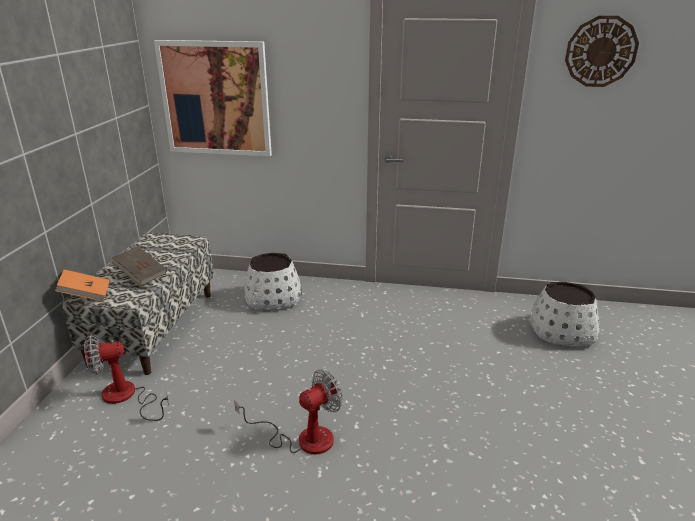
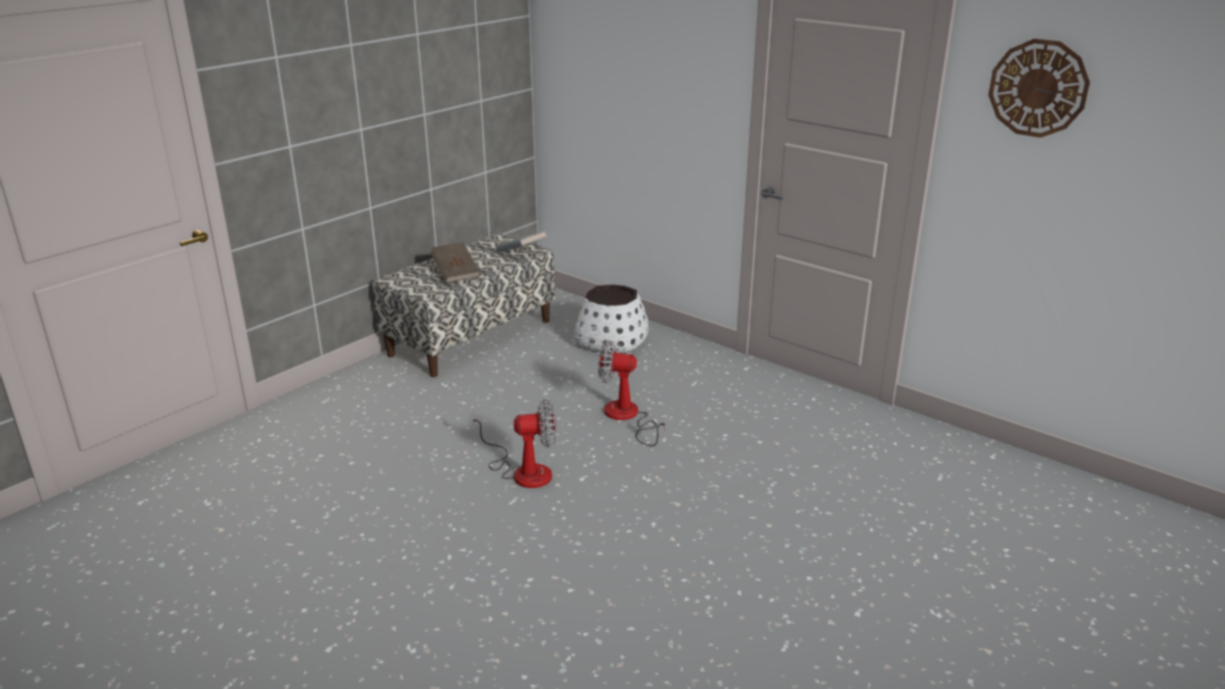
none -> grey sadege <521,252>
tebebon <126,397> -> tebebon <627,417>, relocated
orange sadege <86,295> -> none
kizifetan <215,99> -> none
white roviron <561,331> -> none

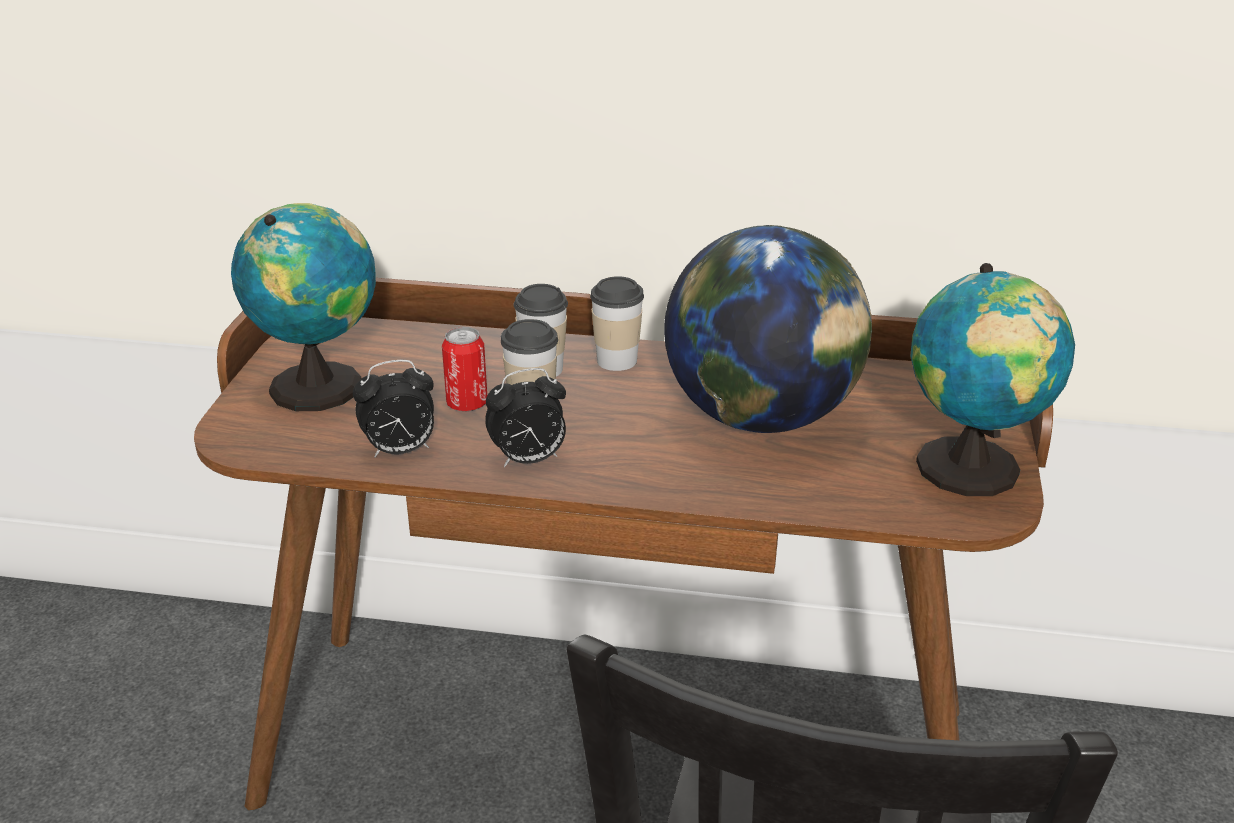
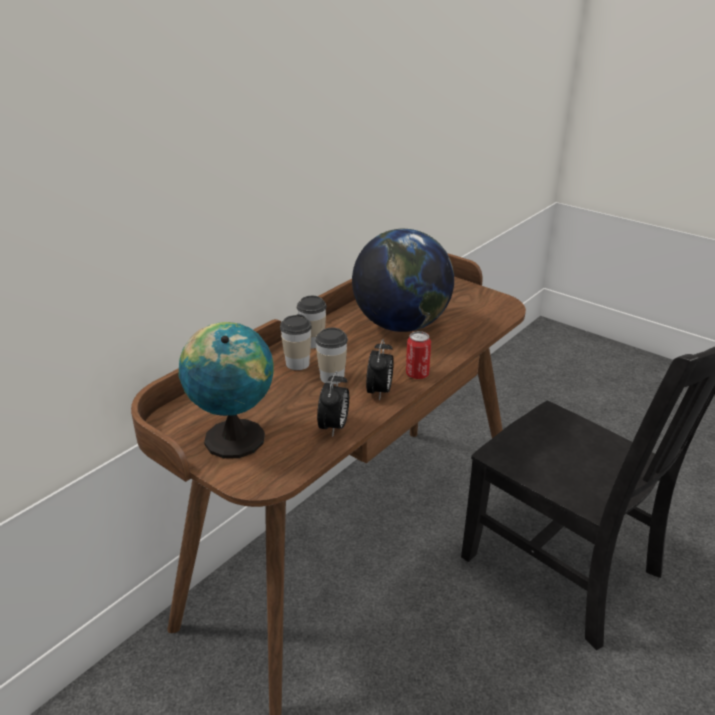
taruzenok <467,404> -> taruzenok <417,374>, relocated
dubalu <972,472> -> none

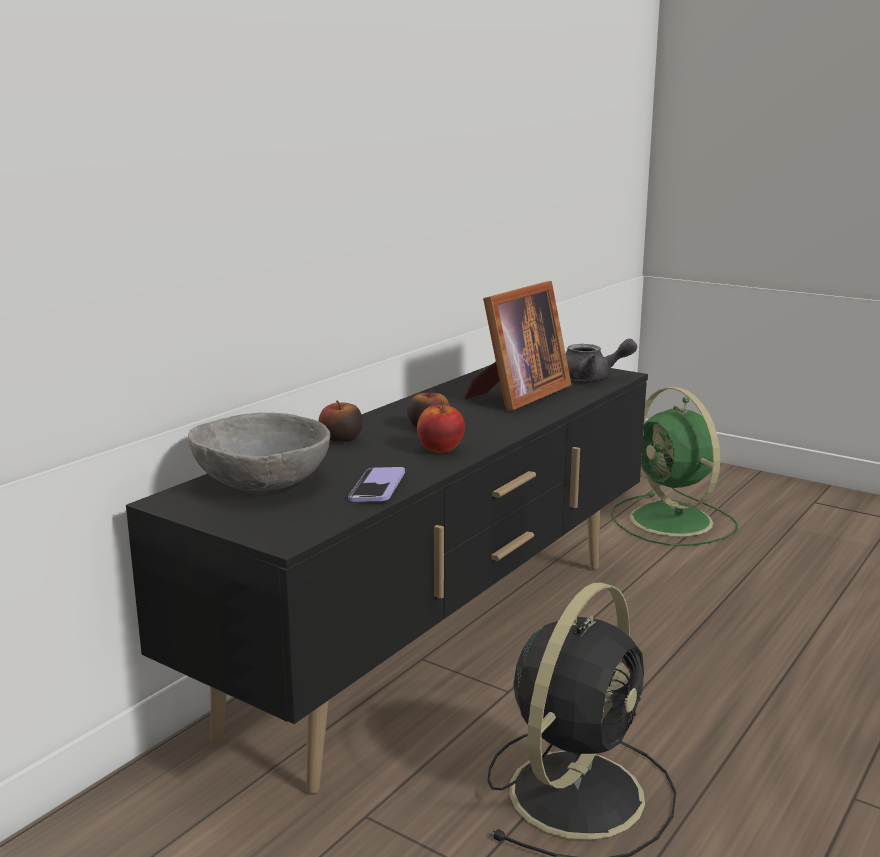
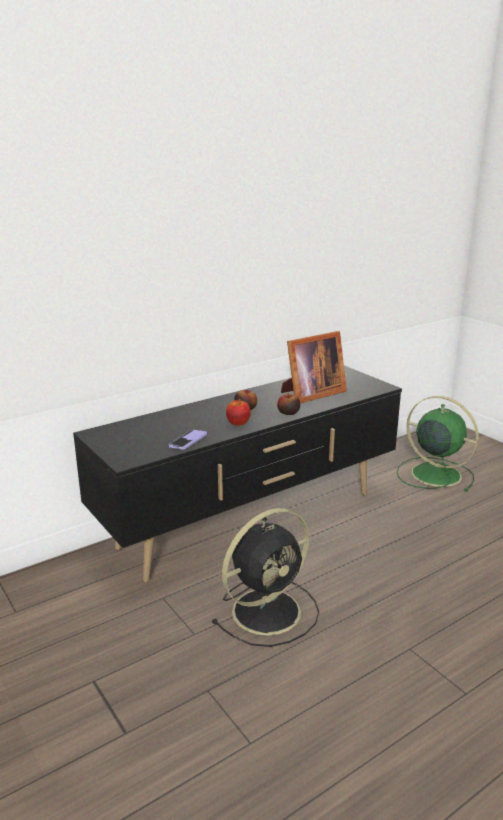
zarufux <341,439> -> zarufux <288,413>, relocated
green tebebon <673,522> -> green tebebon <433,474>, 135 degrees clockwise
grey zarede <261,481> -> none
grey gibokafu <591,377> -> none

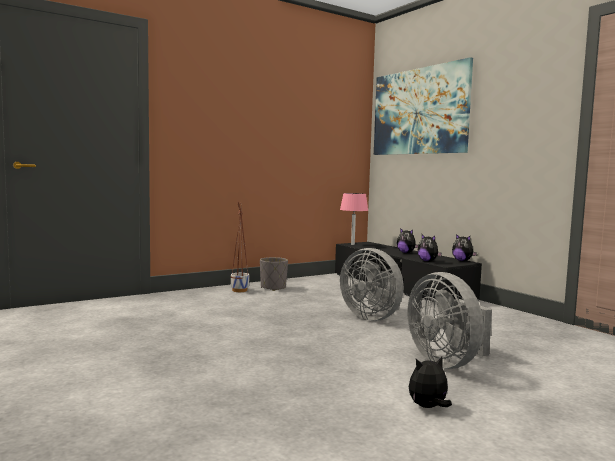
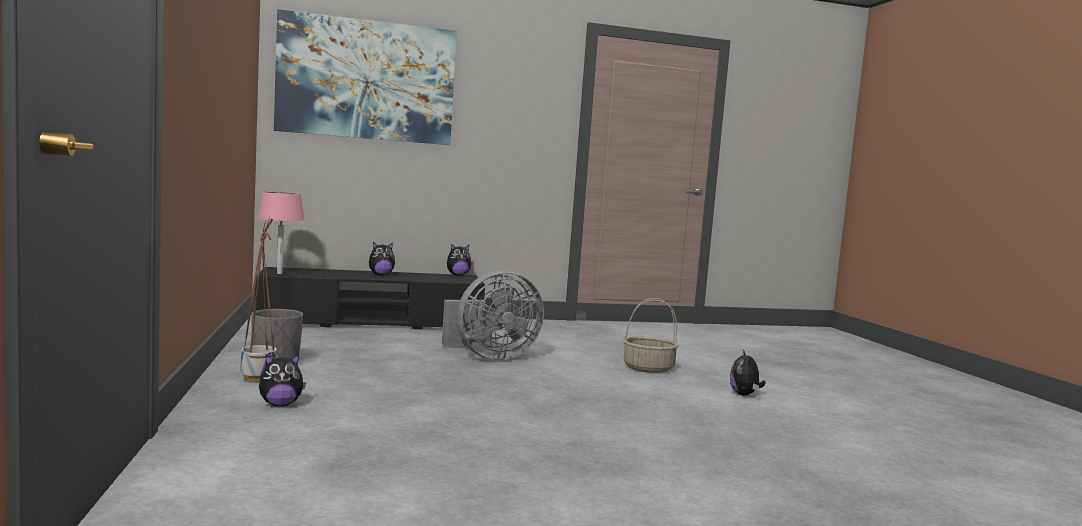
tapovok <428,261> -> tapovok <280,404>, relocated
grey tebebon <447,362> -> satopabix <648,368>

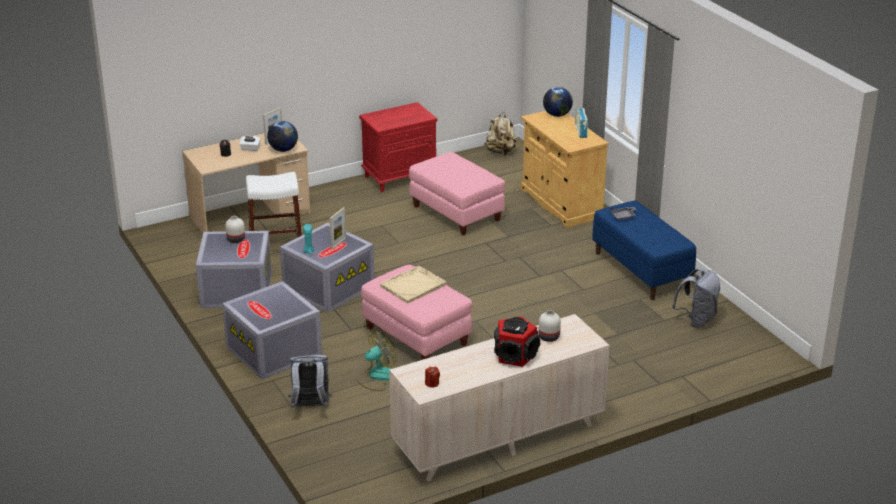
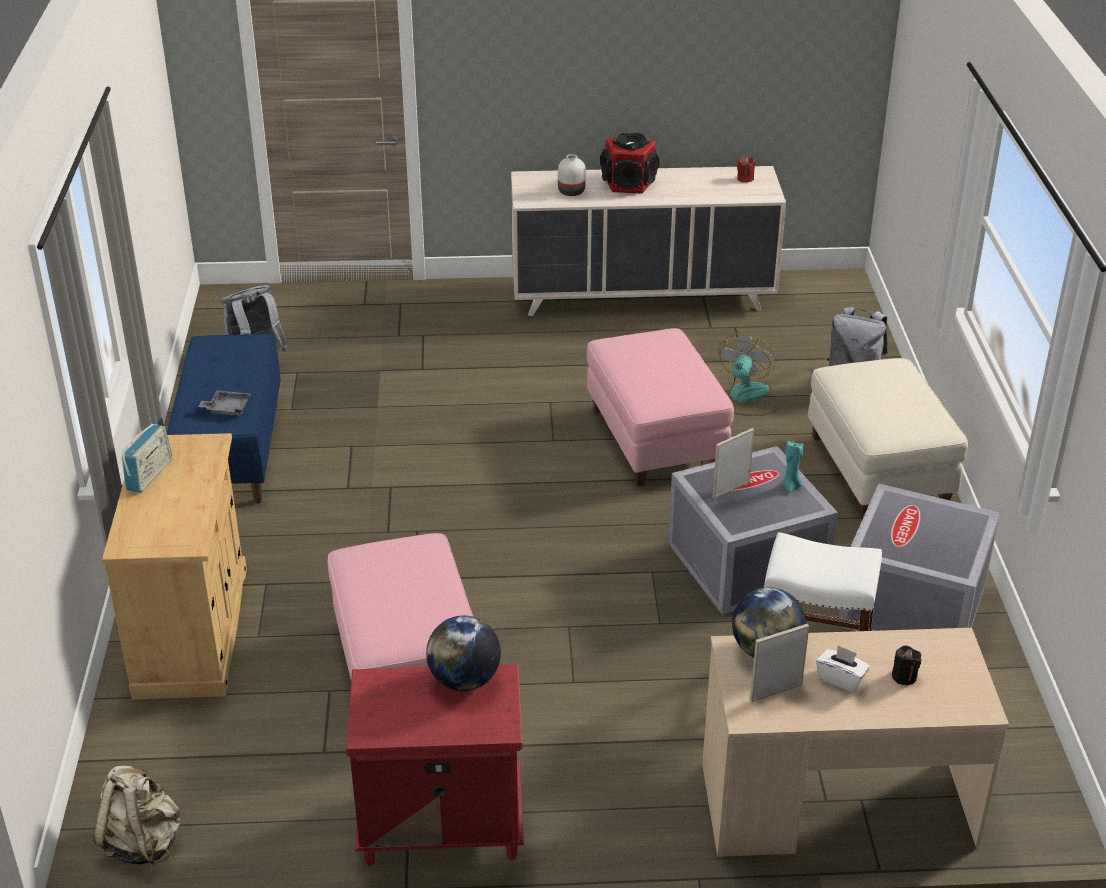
dubalu <557,115> -> dubalu <464,680>, relocated
tebebon <377,377> -> tebebon <746,398>, 120 degrees clockwise
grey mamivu <275,351> -> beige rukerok <877,472>
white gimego <236,239> -> none
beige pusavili <413,285> -> none

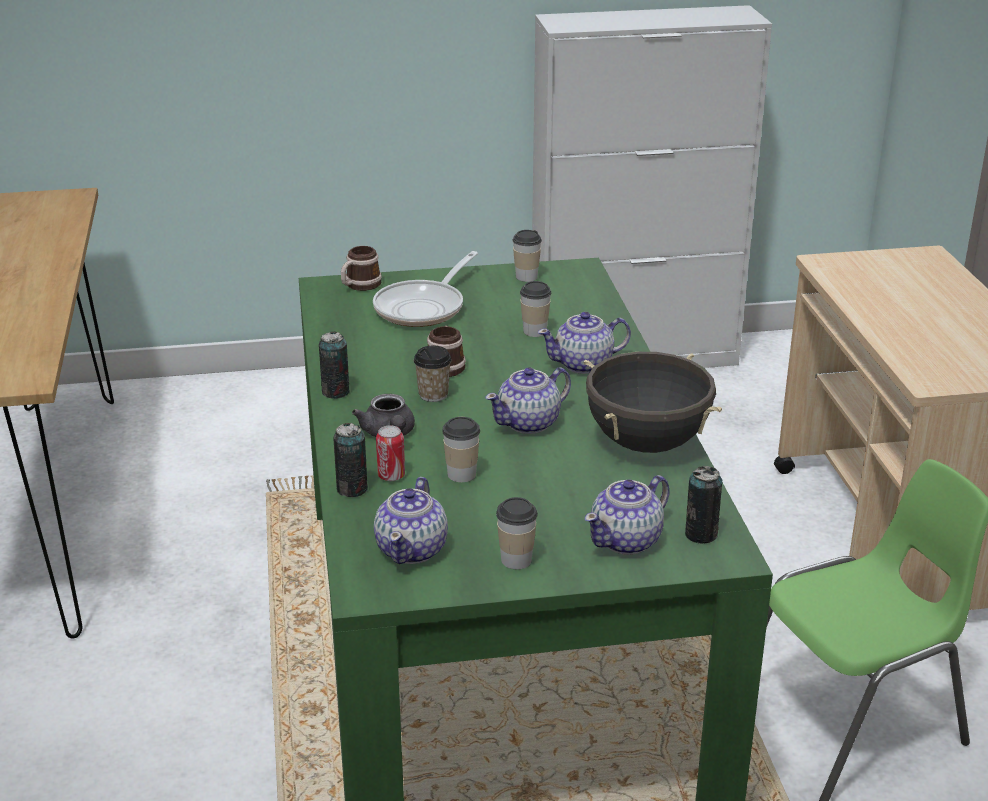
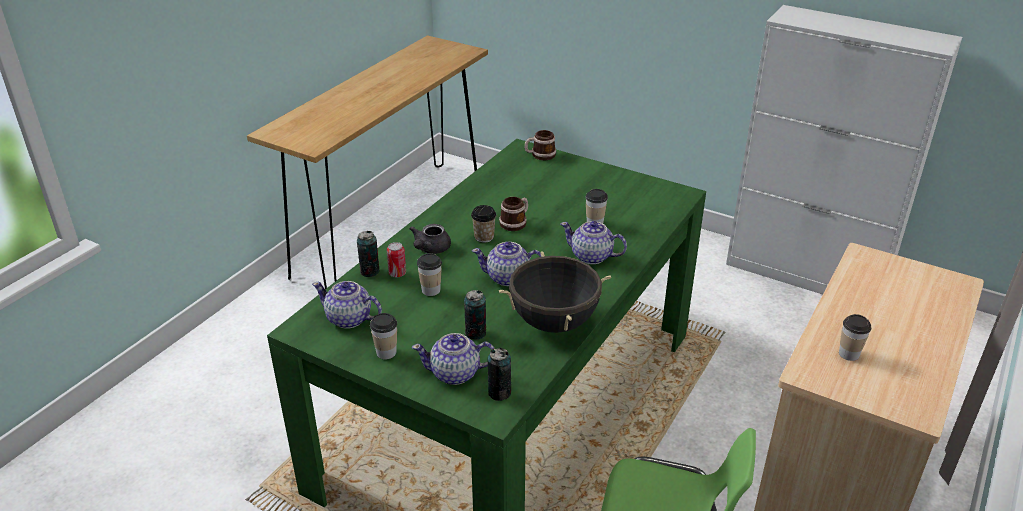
gibokafu <412,549> -> gibokafu <349,319>, 60 degrees clockwise
taruzenok <335,392> -> taruzenok <475,333>, relocated
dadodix <526,277> -> dadodix <849,354>, relocated
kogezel <424,307> -> none

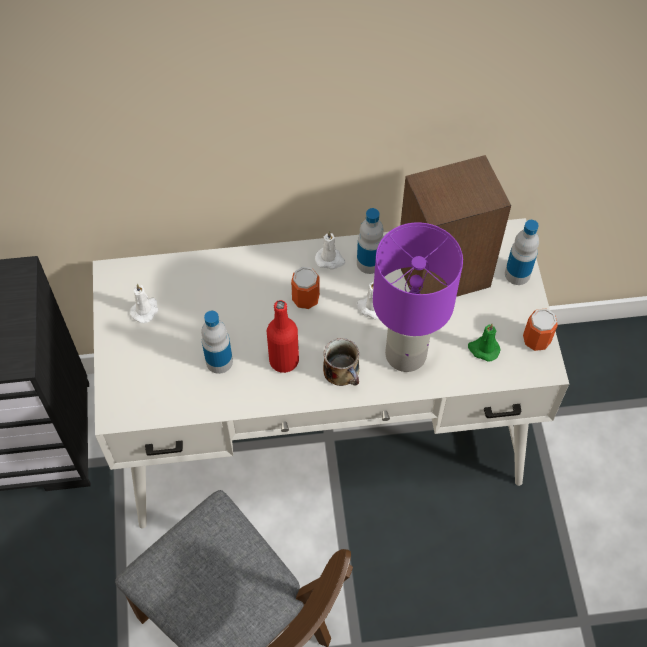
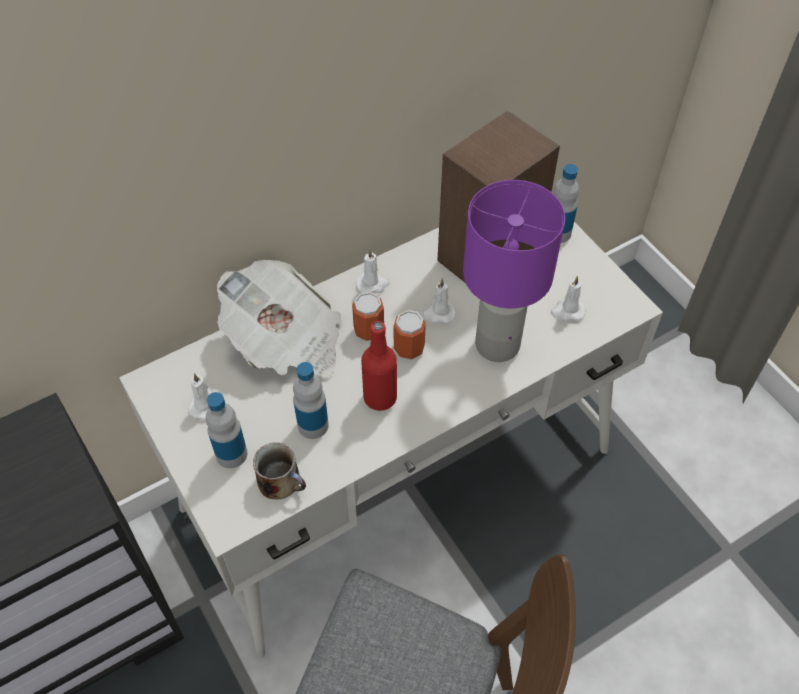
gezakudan <369,263> -> gezakudan <231,454>, relocated
none -> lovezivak <286,341>
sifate <343,372> -> sifate <281,481>, relocated
taruzenok <536,340> -> taruzenok <409,348>, relocated
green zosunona <483,349> -> white zosunona <567,311>

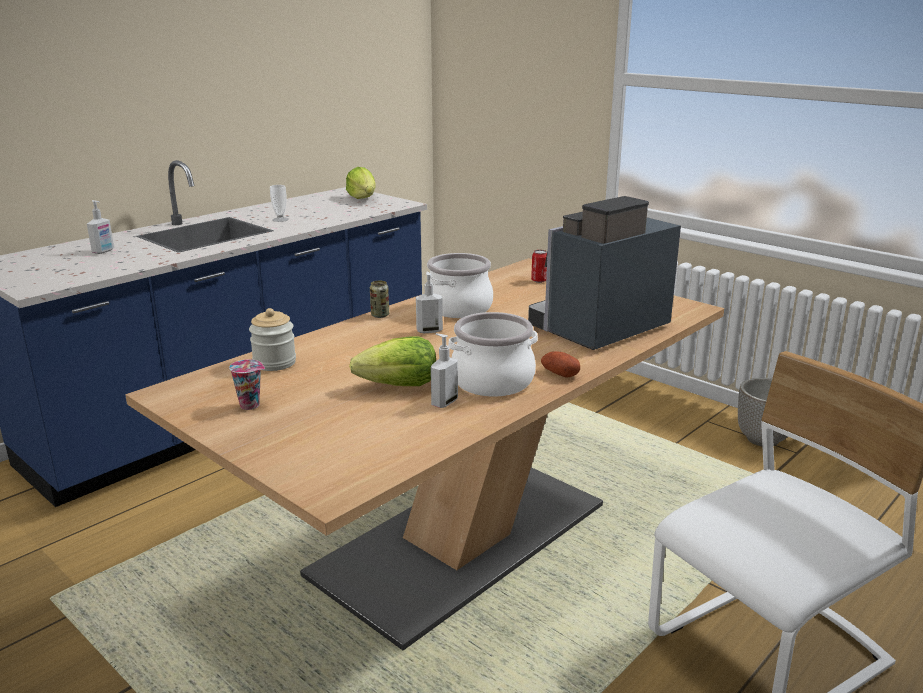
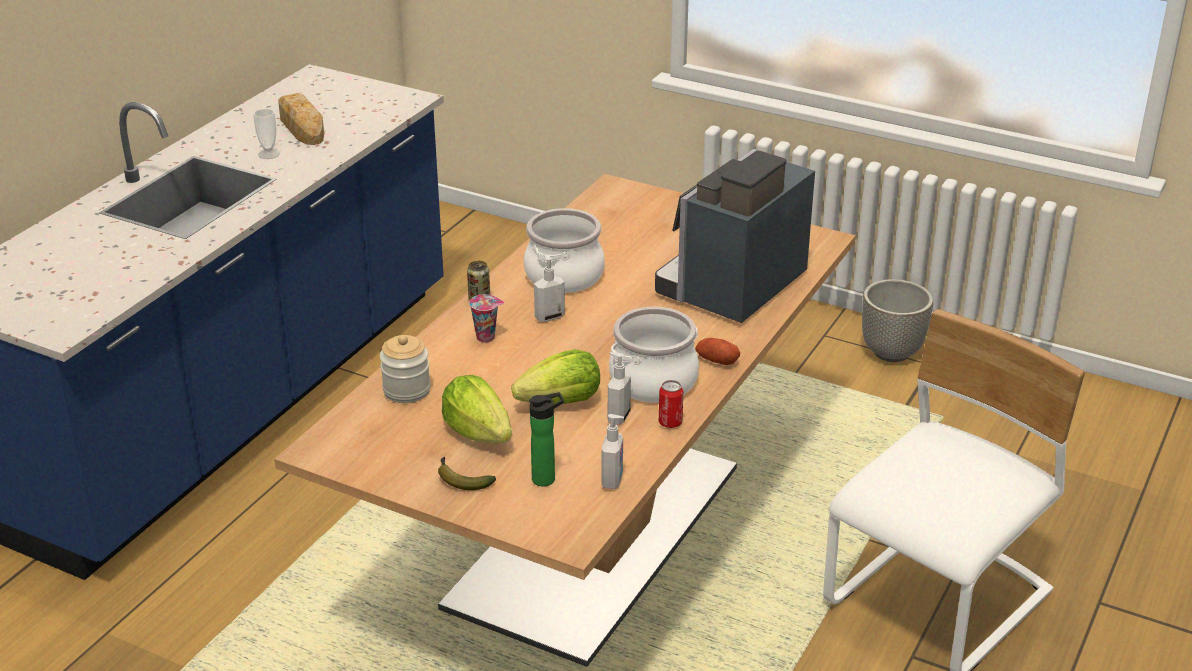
none -> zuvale <301,125>
none -> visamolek <461,479>
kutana <363,198> -> kutana <478,433>, relocated
dadodix <251,405> -> dadodix <487,337>, relocated
none -> gezakudan <547,479>
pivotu <103,251> -> pivotu <613,480>, relocated
taruzenok <539,281> -> taruzenok <670,423>, relocated

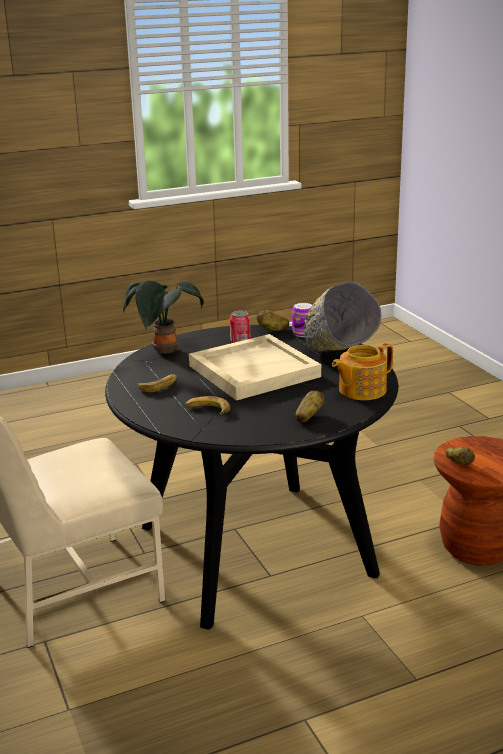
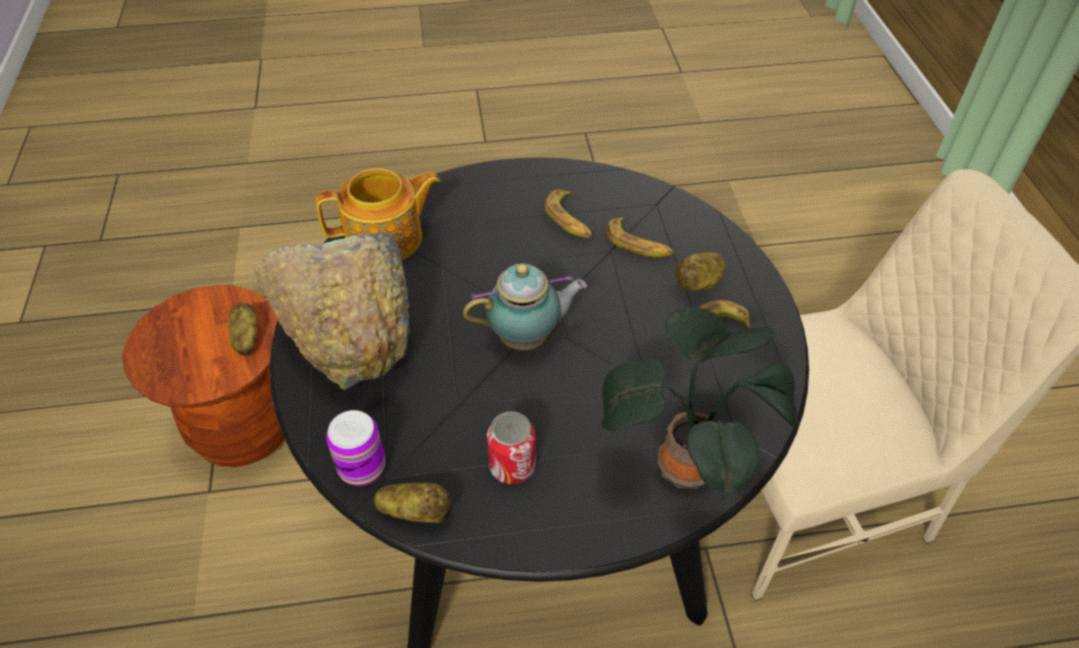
beige pusavili <254,370> -> gibokafu <527,338>
none -> visamolek <570,220>
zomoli <308,416> -> zomoli <699,283>, relocated

